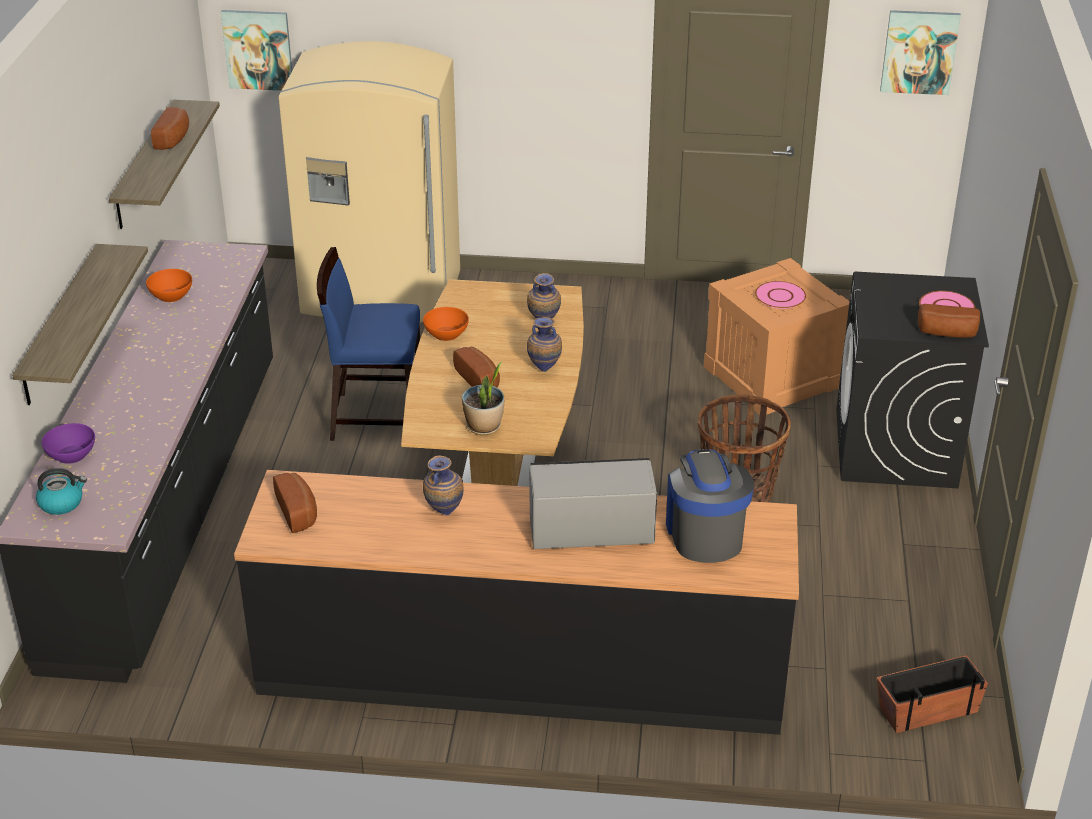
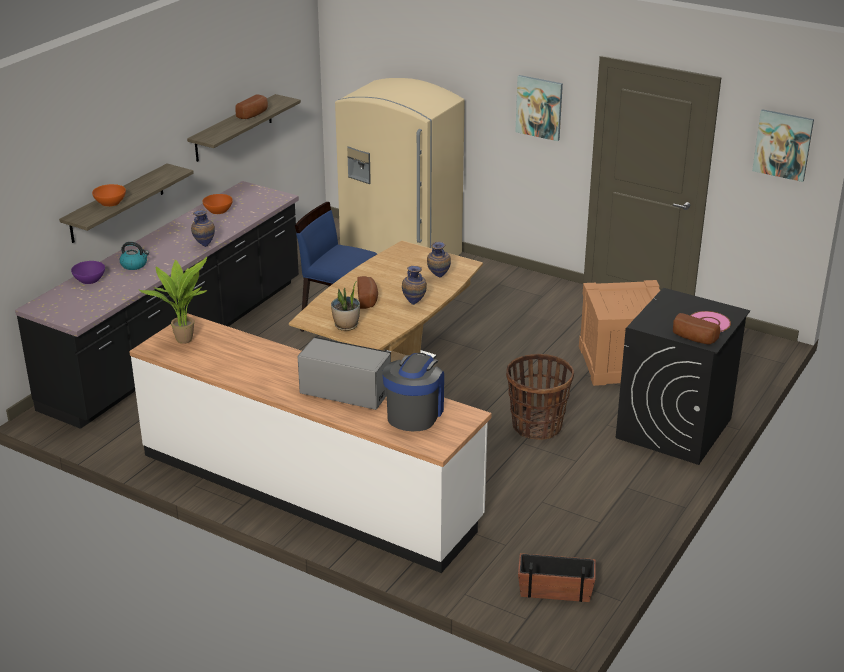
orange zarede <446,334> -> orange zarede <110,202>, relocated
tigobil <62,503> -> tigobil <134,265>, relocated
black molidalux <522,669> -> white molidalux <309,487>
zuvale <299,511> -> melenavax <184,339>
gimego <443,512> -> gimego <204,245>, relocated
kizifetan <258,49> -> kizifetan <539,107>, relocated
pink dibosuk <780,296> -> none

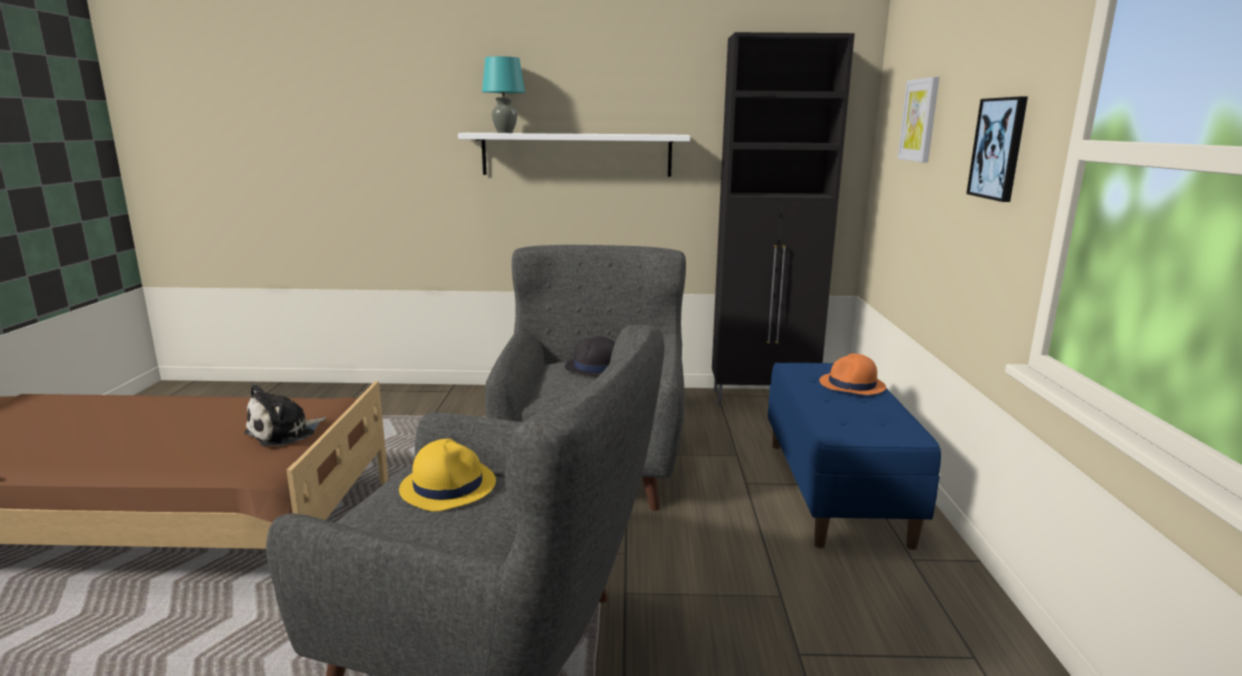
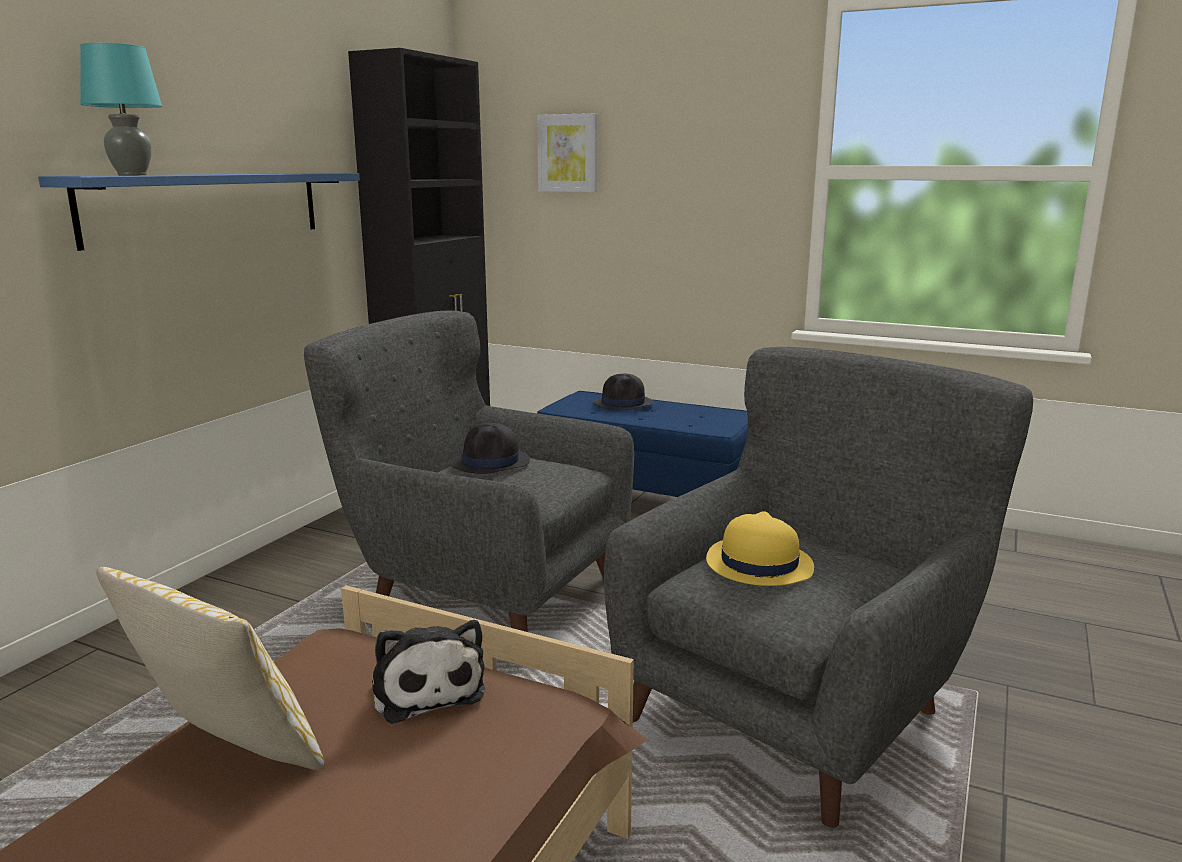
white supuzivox <576,154> -> blue supuzivox <208,206>
none -> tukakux <229,755>
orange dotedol <852,385> -> black dotedol <623,403>
kizifetan <998,148> -> none

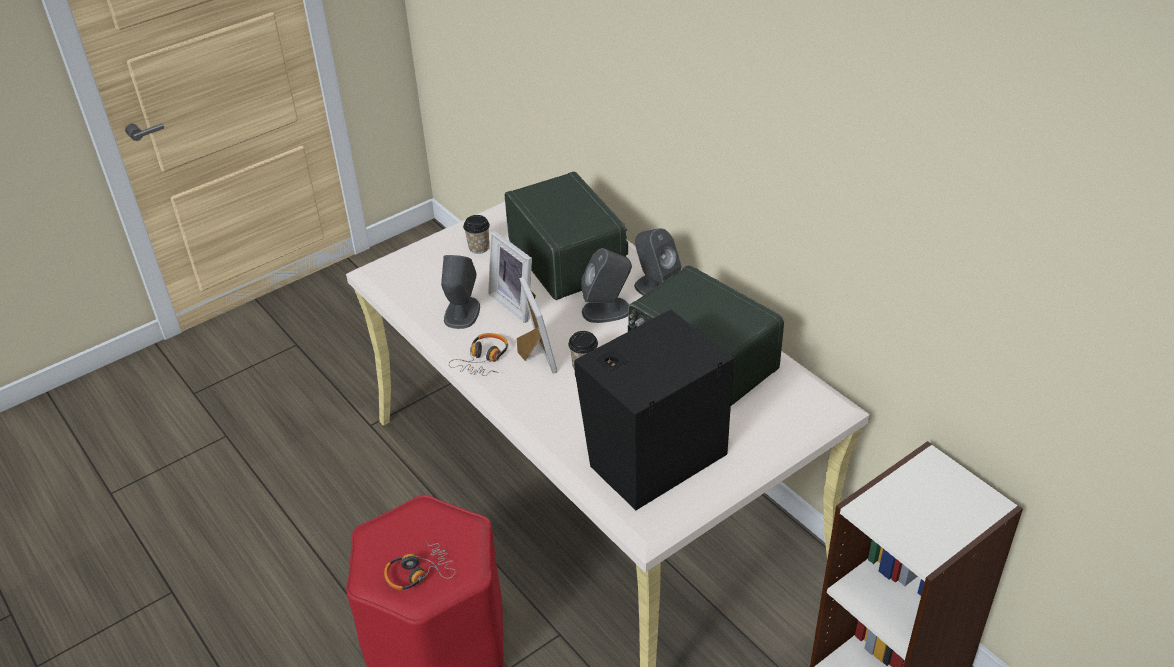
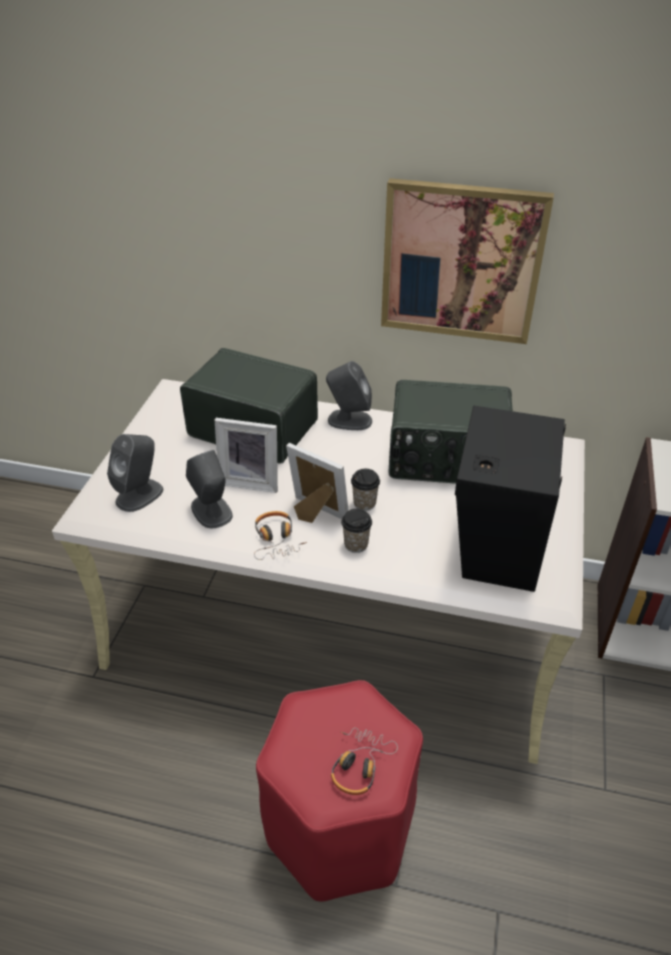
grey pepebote <607,310> -> grey pepebote <140,495>, relocated
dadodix <479,248> -> dadodix <356,544>, relocated
none -> kizifetan <461,262>

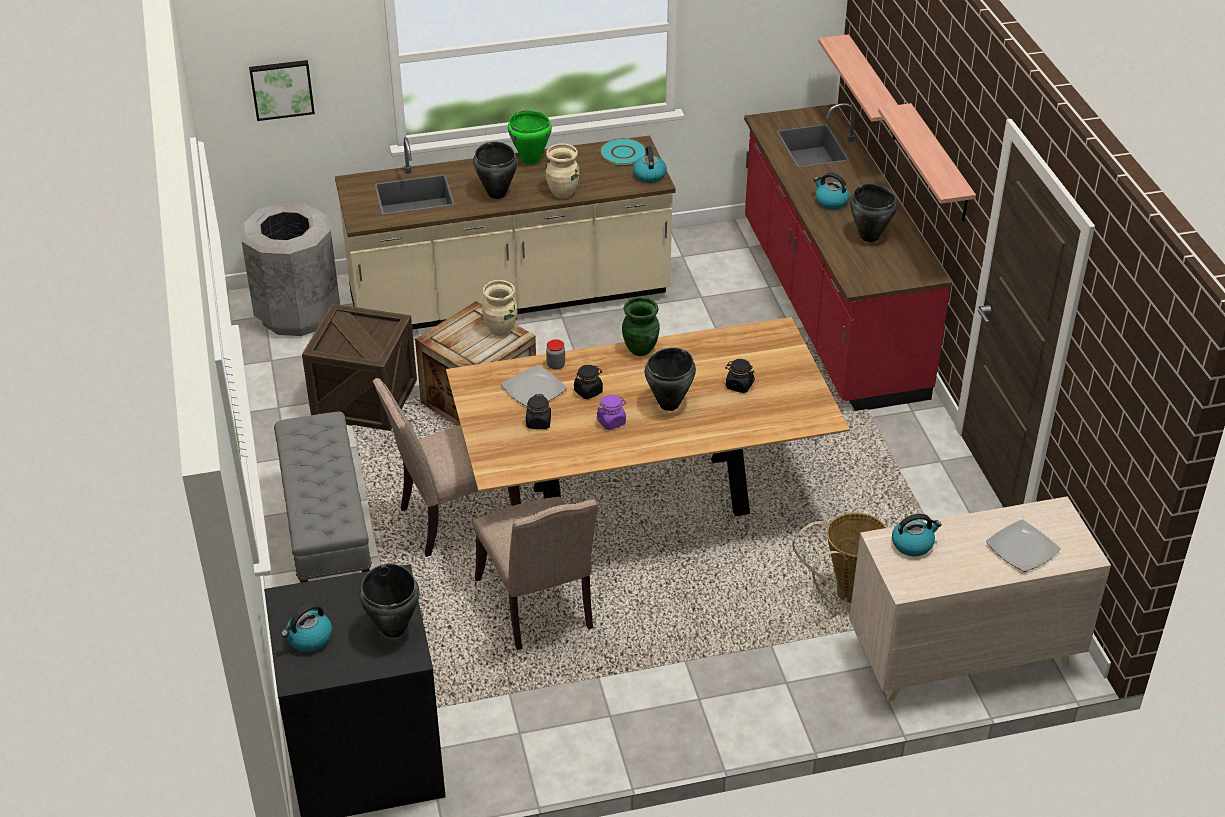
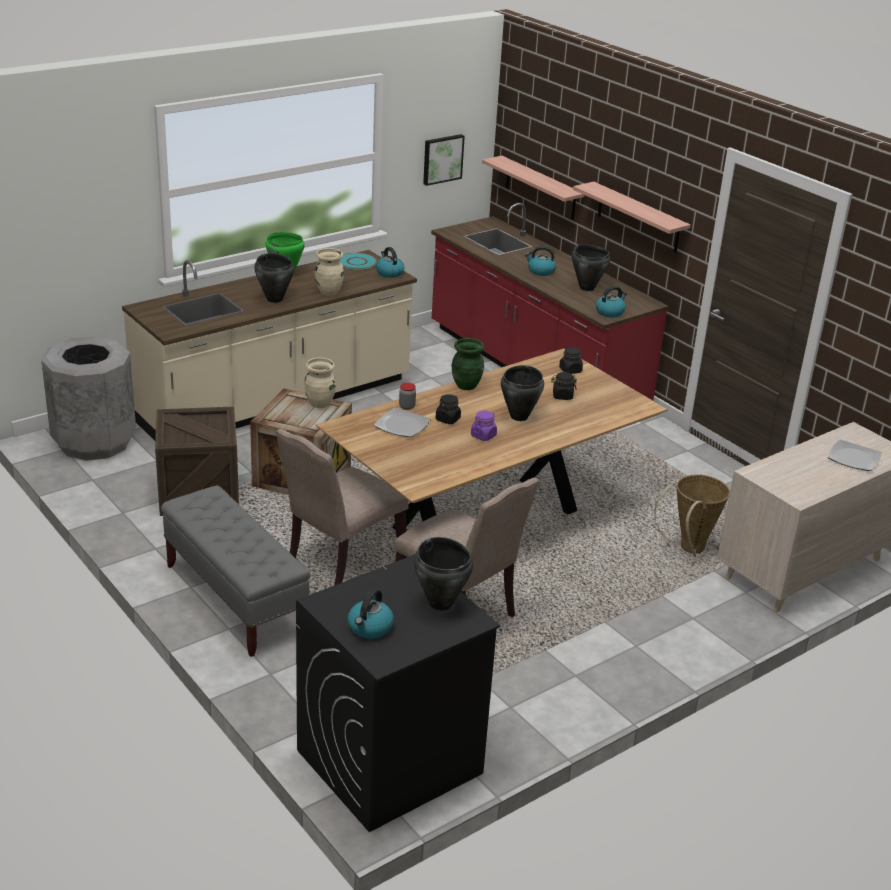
kizifetan <281,88> -> kizifetan <442,159>, relocated
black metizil <538,423> -> black metizil <570,370>, relocated
tigobil <913,544> -> tigobil <610,312>, relocated

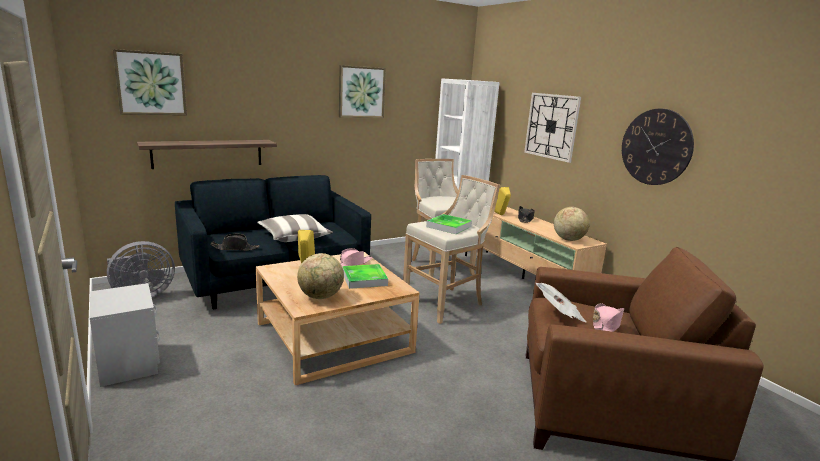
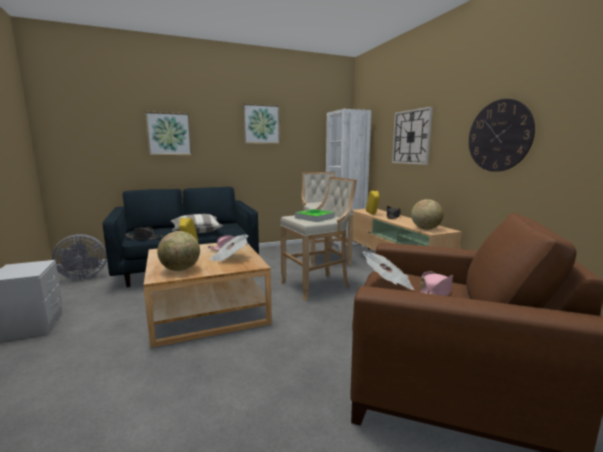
kizifetan <151,83> -> kizifetan <169,134>, relocated
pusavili <364,279> -> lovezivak <229,258>
supuzivox <208,153> -> none

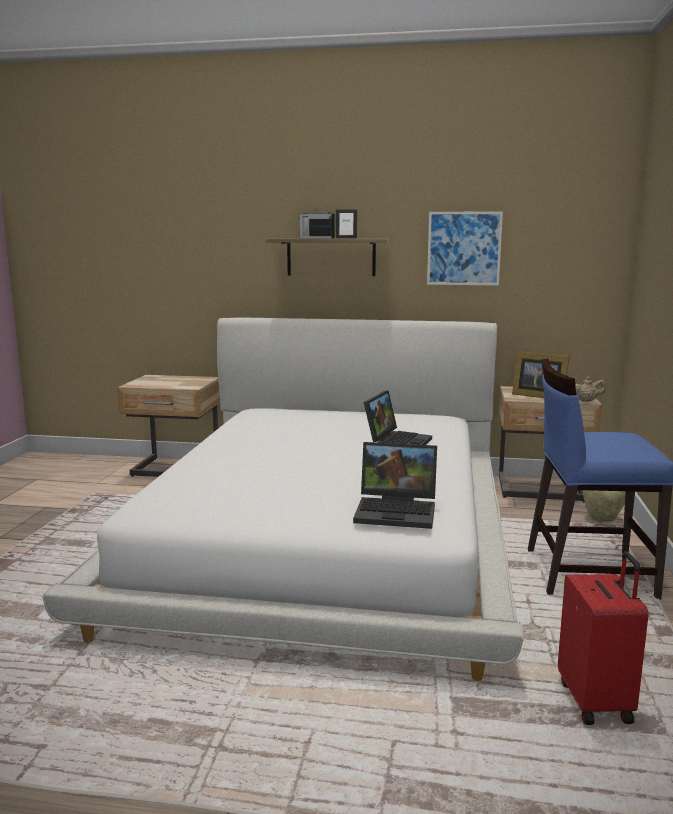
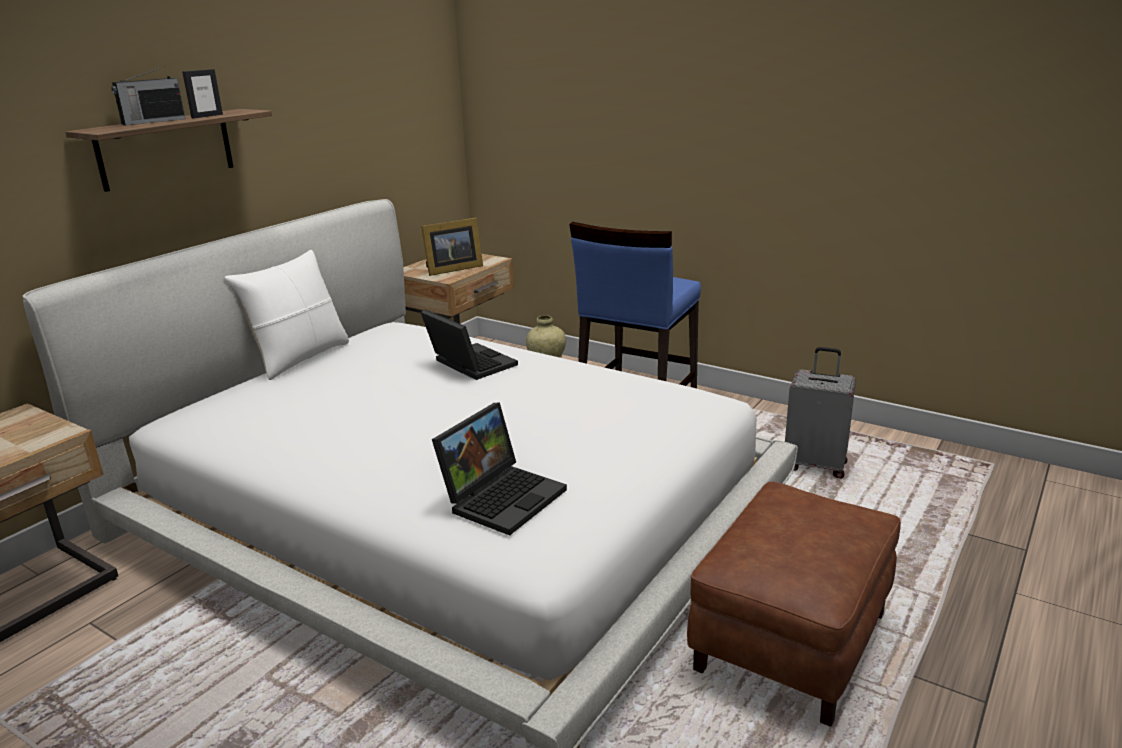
none -> white tukakux <299,358>
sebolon <398,511> -> sebolon <503,496>, relocated
none -> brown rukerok <790,640>
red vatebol <597,701> -> grey vatebol <815,465>
kizifetan <464,248> -> none
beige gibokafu <586,401> -> none

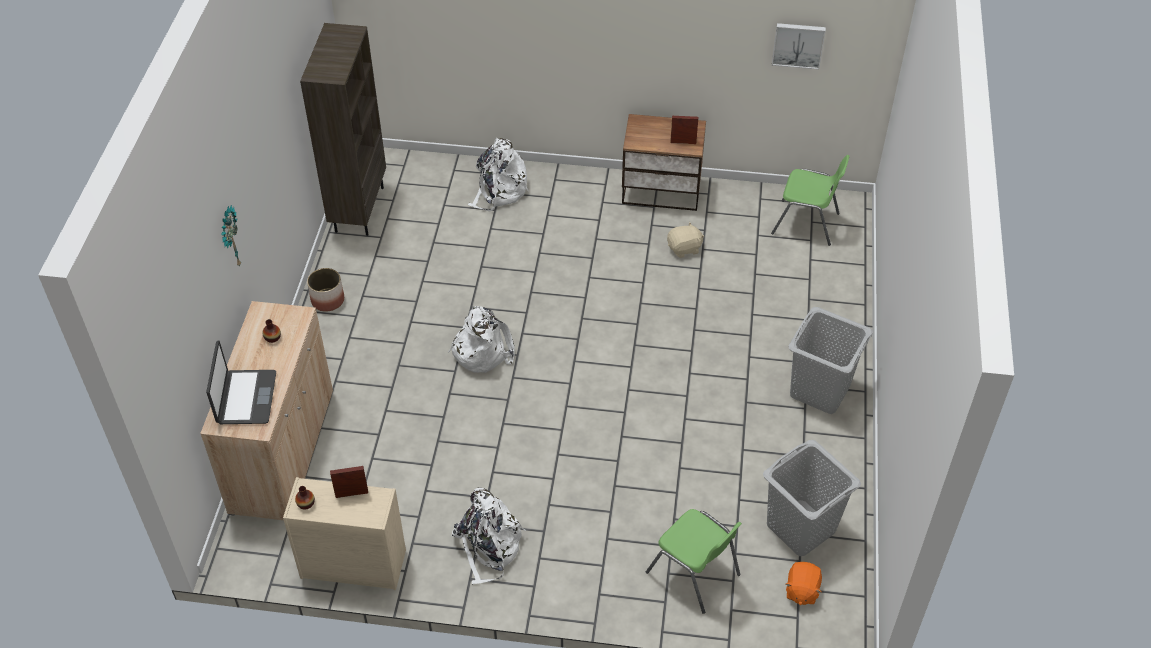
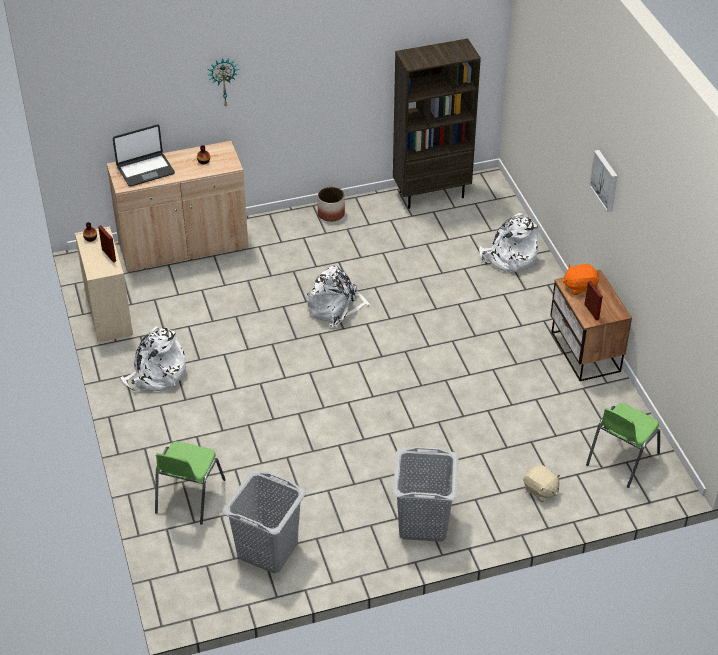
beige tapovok <684,249> -> beige tapovok <540,491>, relocated
orange tapovok <801,591> -> orange tapovok <579,287>, relocated
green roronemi <806,223> -> green roronemi <621,459>, 45 degrees clockwise
kizifetan <798,44> -> kizifetan <605,180>, relocated

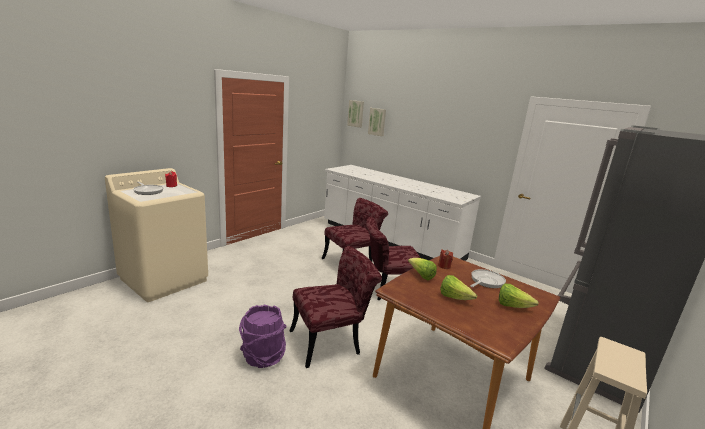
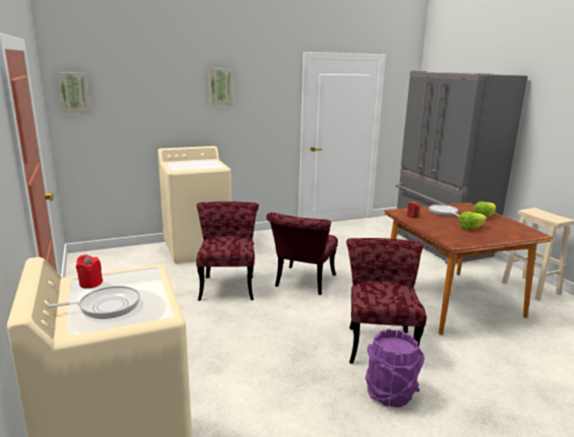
white molidalux <390,240> -> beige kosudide <198,249>
kizifetan <377,122> -> kizifetan <220,87>, relocated
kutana <421,276> -> none

